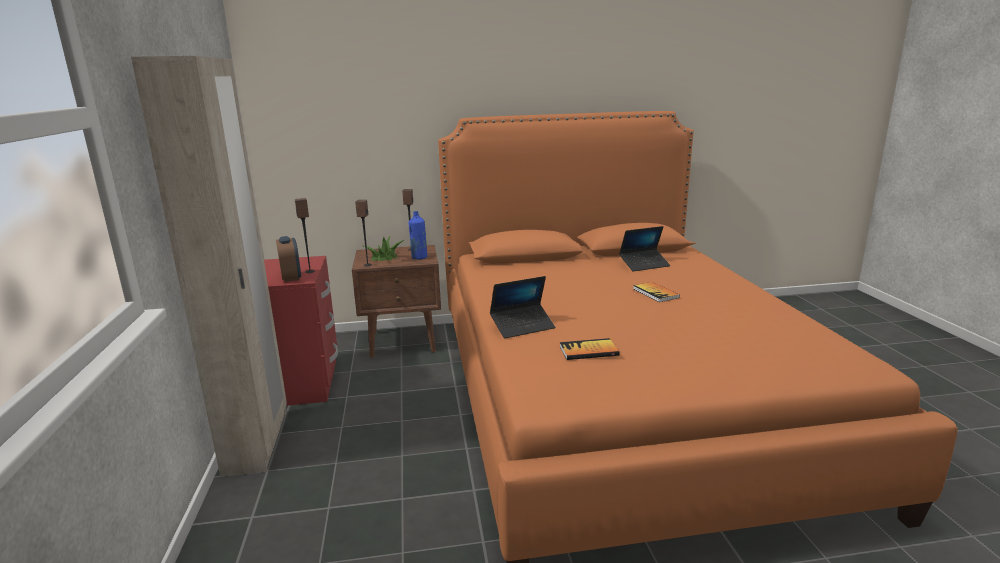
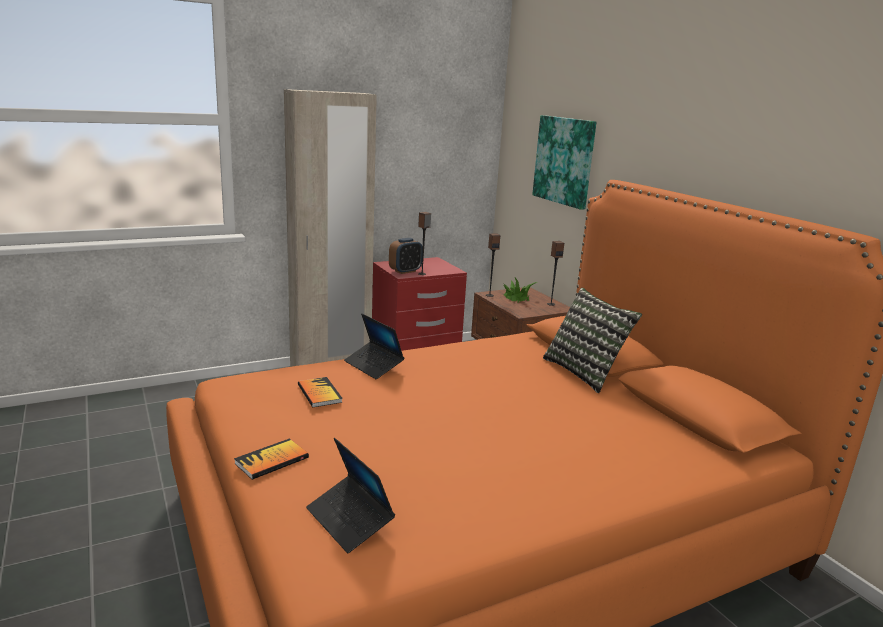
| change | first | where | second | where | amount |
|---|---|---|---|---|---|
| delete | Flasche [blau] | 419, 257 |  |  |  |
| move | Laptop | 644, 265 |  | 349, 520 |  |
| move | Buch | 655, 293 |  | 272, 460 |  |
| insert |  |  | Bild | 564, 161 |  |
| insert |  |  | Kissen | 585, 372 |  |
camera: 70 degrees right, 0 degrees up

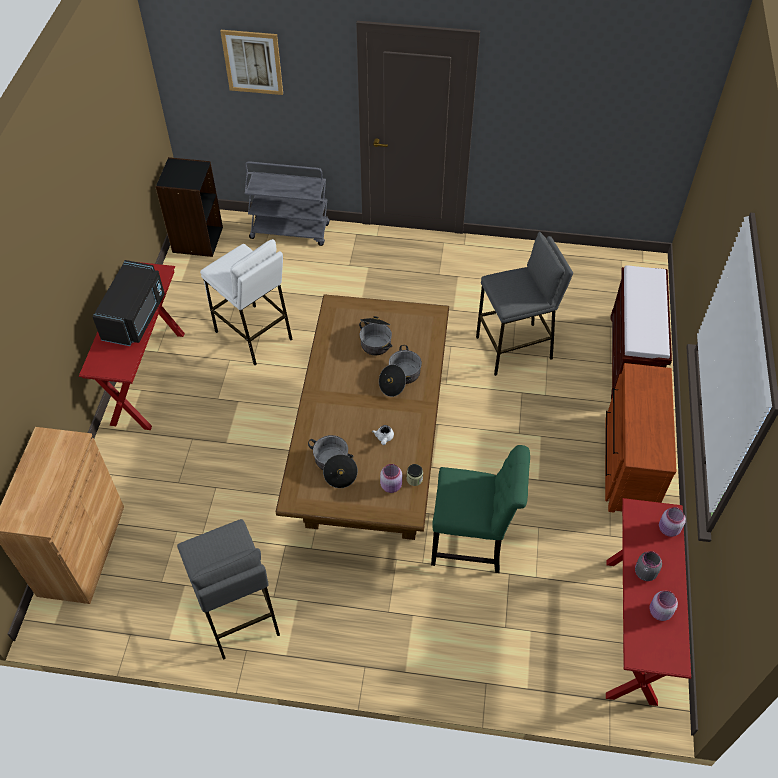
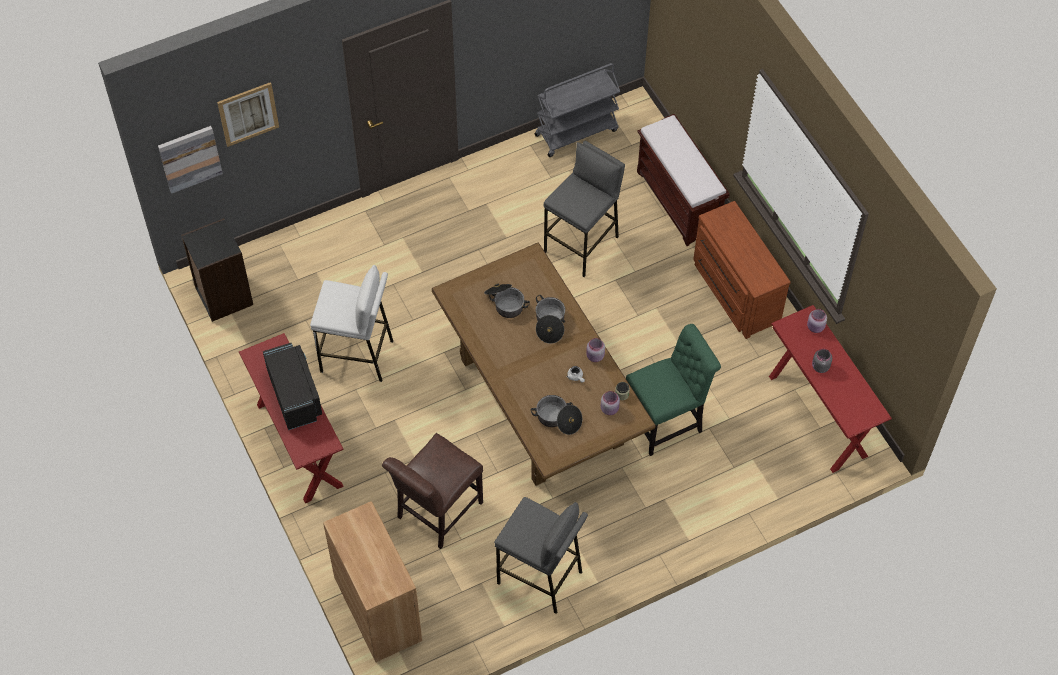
| change | first | where | second | where | amount |
|---|---|---|---|---|---|
| move | Rollwagen [grau] | 290, 231 |  | 576, 132 |  |
| move | Vorratsglas [rosa] | 659, 612 |  | 595, 356 |  |
| insert |  |  | Bild | 190, 158 |  |
| insert |  |  | Stuhl [braun] | 436, 513 |  |
camera: 35 degrees left, 5 degrees up

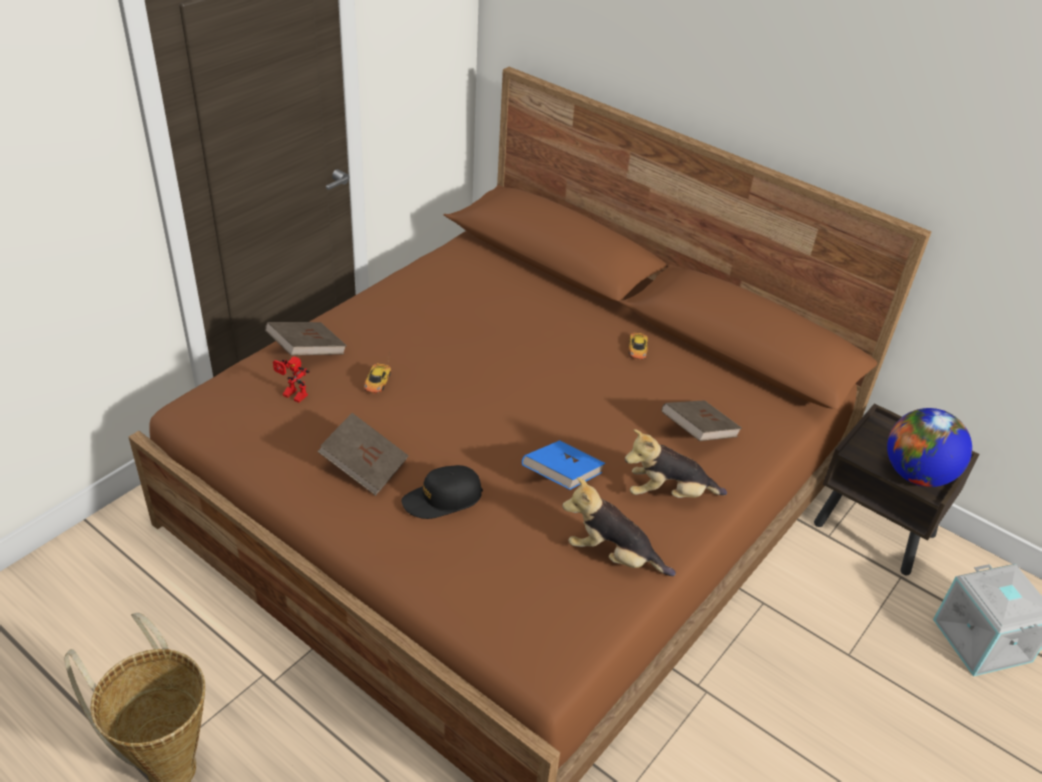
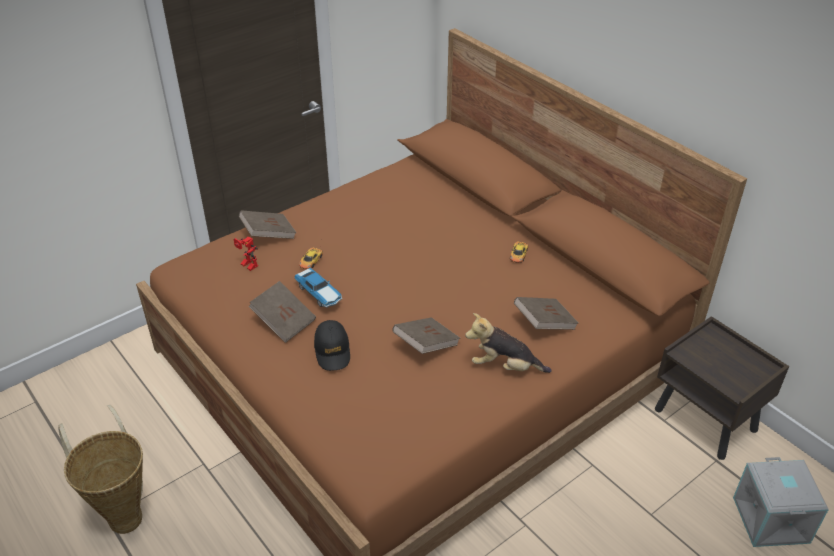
| change | first | where | second | where | amount |
|---|---|---|---|---|---|
| delete | Globus | 916, 475 |  |  |  |
| recolor | Buch [blau] | 561, 477 | Buch [braun] | 426, 345 |  |
| rotate | Kappe [schwarz] | 442, 499 |  | 332, 350 | 90 degrees counterclockwise |
| delete | Plüschtier | 613, 556 |  |  |  |
| insert |  |  | Spielzeugauto | 319, 293 |  |
camera: 15 degrees right, 0 degrees up

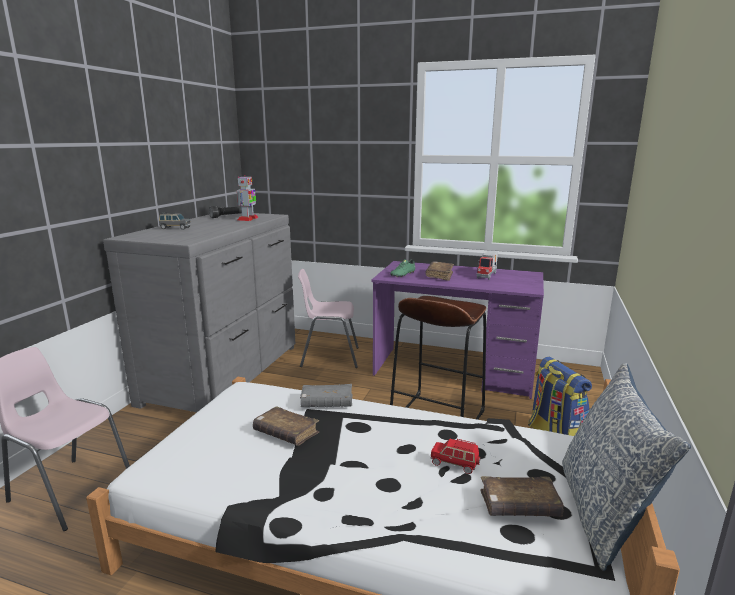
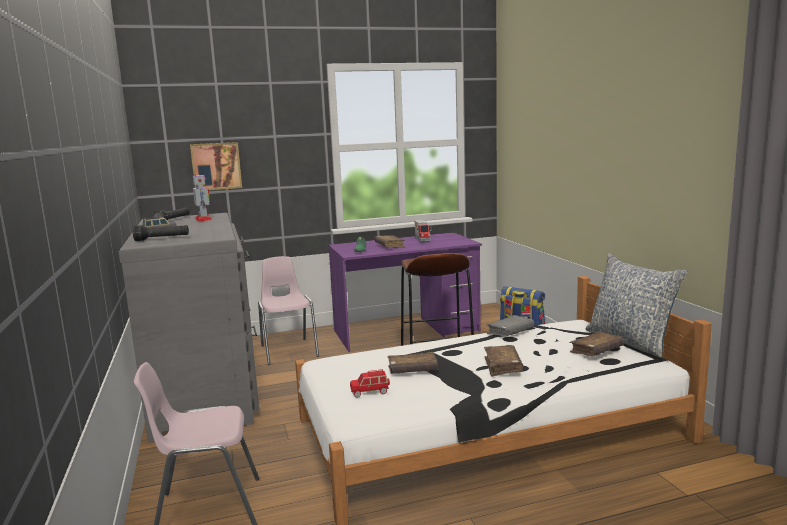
| change | first | where | second | where | amount |
|---|---|---|---|---|---|
| rotate | Stuhl [rosa] | 329, 357 |  | 289, 351 | 105 degrees clockwise |
| move | Buch [grau] | 327, 403 |  | 510, 332 |  |
| move | Spielzeugauto [rot] | 455, 464 |  | 370, 392 |  |
| insert |  |  | Bild | 216, 166 |  |
| insert |  |  | Taschenlampe [schwarz] | 162, 239 |  |
| insert |  |  | Buch [braun] | 502, 366 |  |
camera: 35 degrees left, 5 degrees down

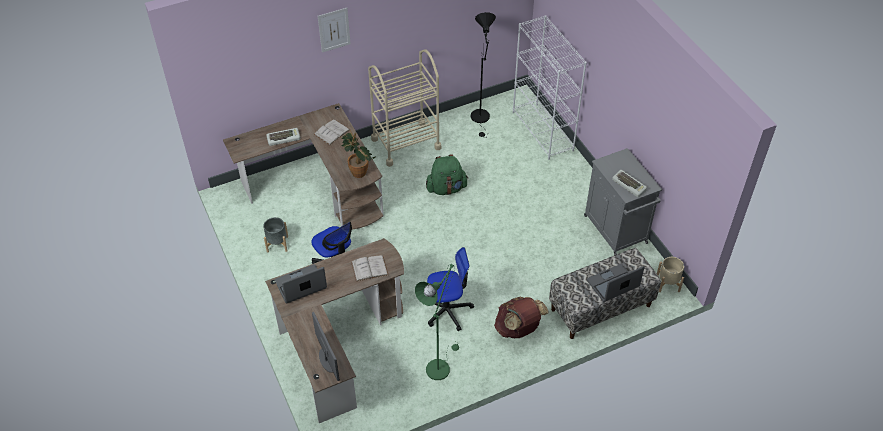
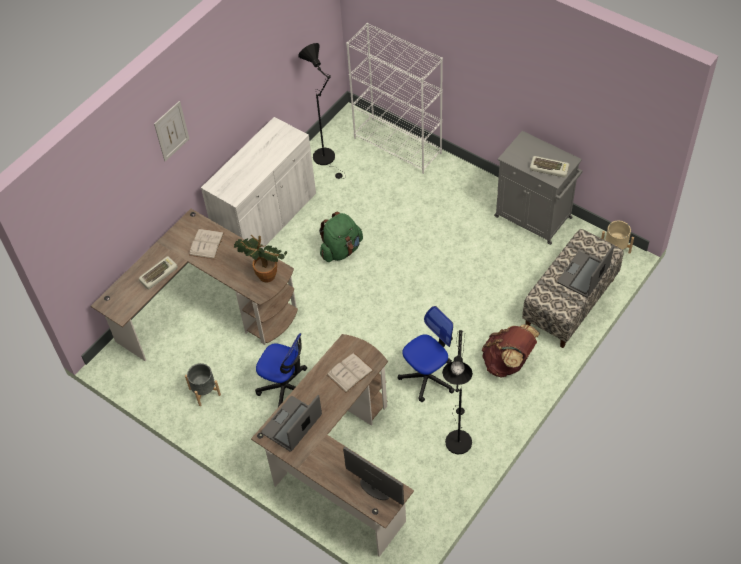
| change | first | where | second | where | amount |
|---|---|---|---|---|---|
| replace | Rollwagen [beige] | 406, 143 | Schrank [weiß] | 266, 220 |  |
| recolor | Stehlampe [grün] | 439, 366 | Stehlampe [schwarz] | 457, 437 |  |
camera: 25 degrees left, 5 degrees up

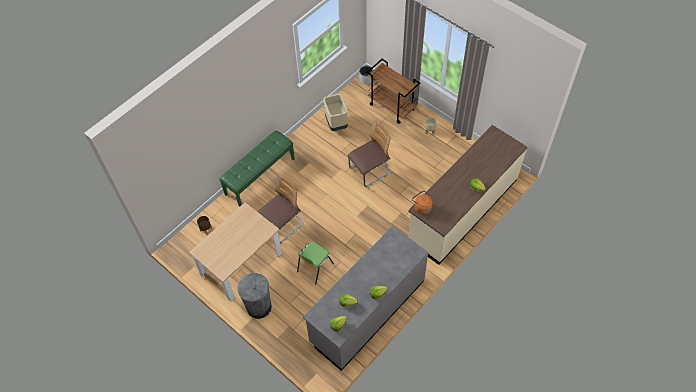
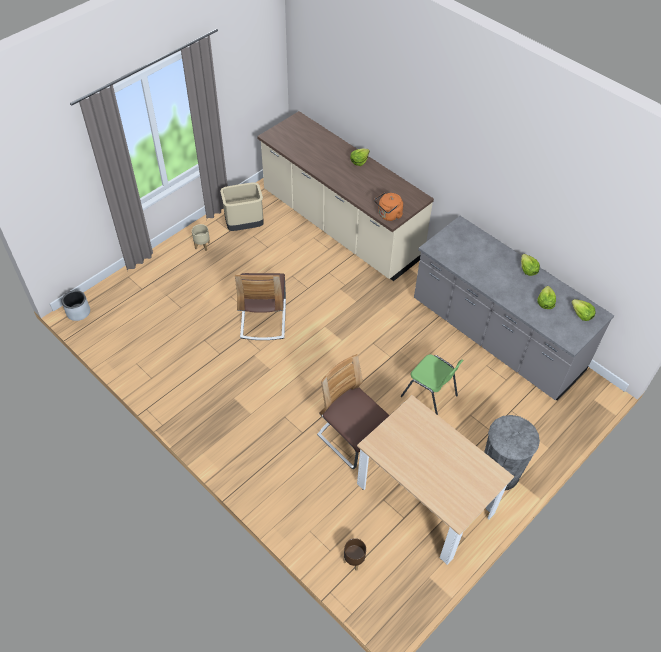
| change | first | where | second | where | amount |
|---|---|---|---|---|---|
| delete | Rollwagen [braun] | 392, 107 |  |  |  |
| move | Mülleimer [beige] | 336, 124 |  | 244, 226 |  |
| rotate | Stuhl | 370, 171 |  | 263, 319 | 150 degrees counterclockwise |
| delete | Bank [grün] | 259, 176 |  |  |  |
camera: 90 degrees left, 5 degrees down

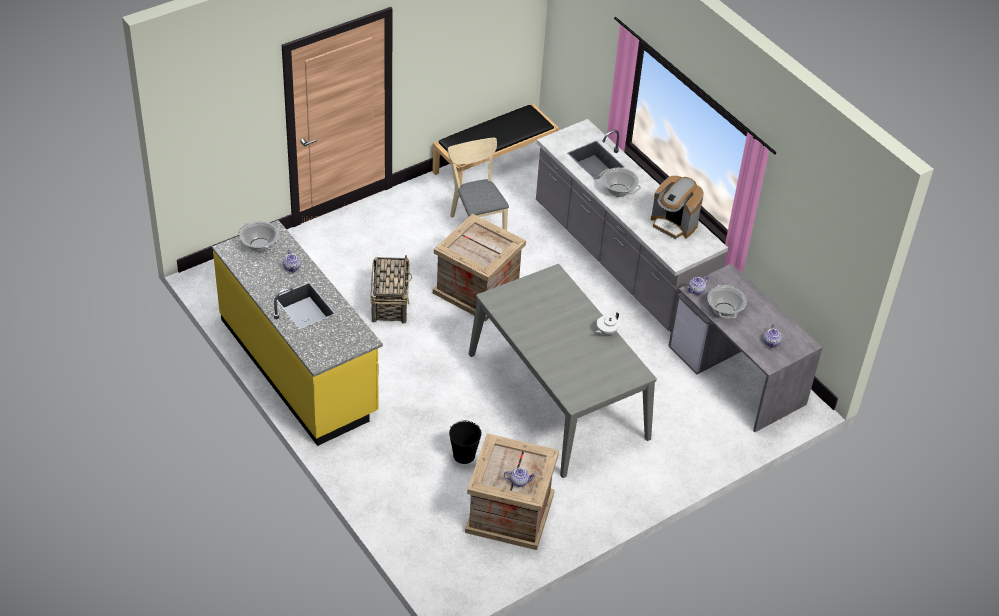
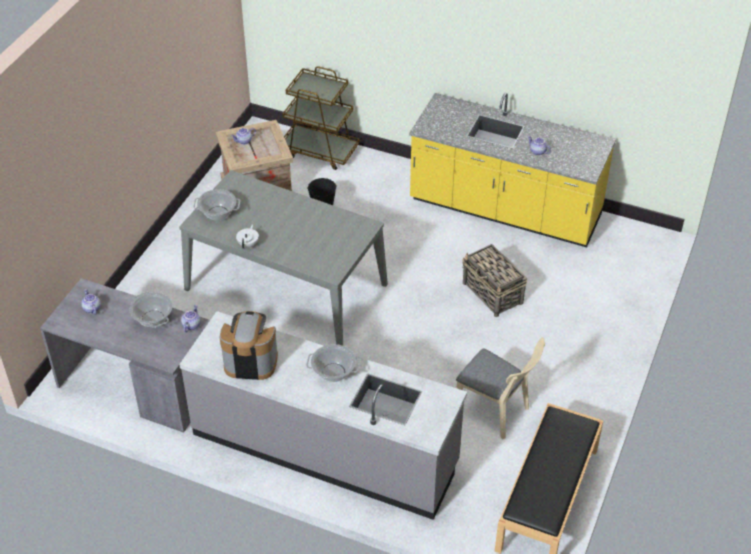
| change | first | where | second | where | amount |
|---|---|---|---|---|---|
| delete | Kiste | 477, 289 |  |  |  |
| move | Kochtopf | 259, 245 |  | 218, 213 |  |
| insert |  |  | Rollwagen [braun] | 320, 151 |  |
camera: 150 degrees right, 0 degrees up

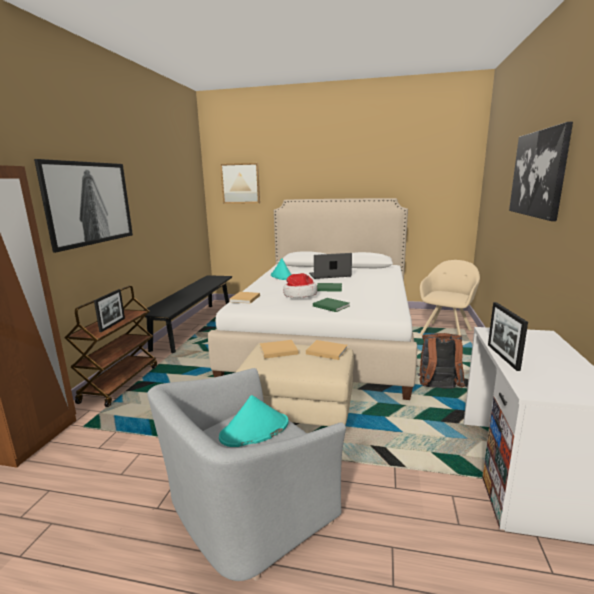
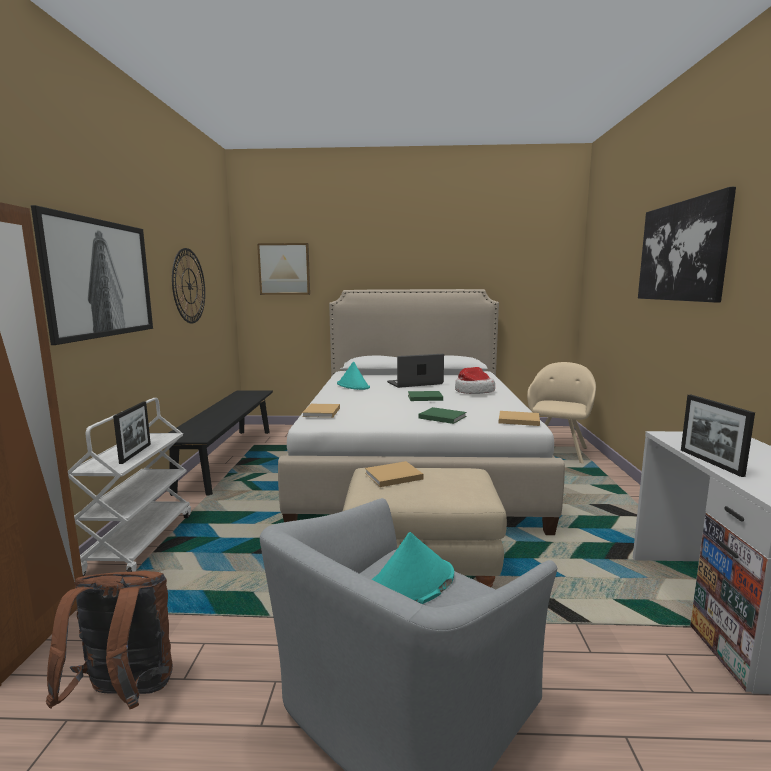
| change | first | where | second | where | amount |
|---|---|---|---|---|---|
| move | Hut | 299, 294 |  | 473, 392 |  |
| recolor | Rollwagen [braun] | 120, 383 | Rollwagen [weiß] | 140, 542 |  |
| move | Rucksack [braun] | 438, 389 |  | 125, 696 |  |
| move | Buch [beige] | 325, 351 |  | 517, 420 |  |
| insert |  |  | Wanduhr | 189, 286 |  |
camera: 10 degrees left, 5 degrees down

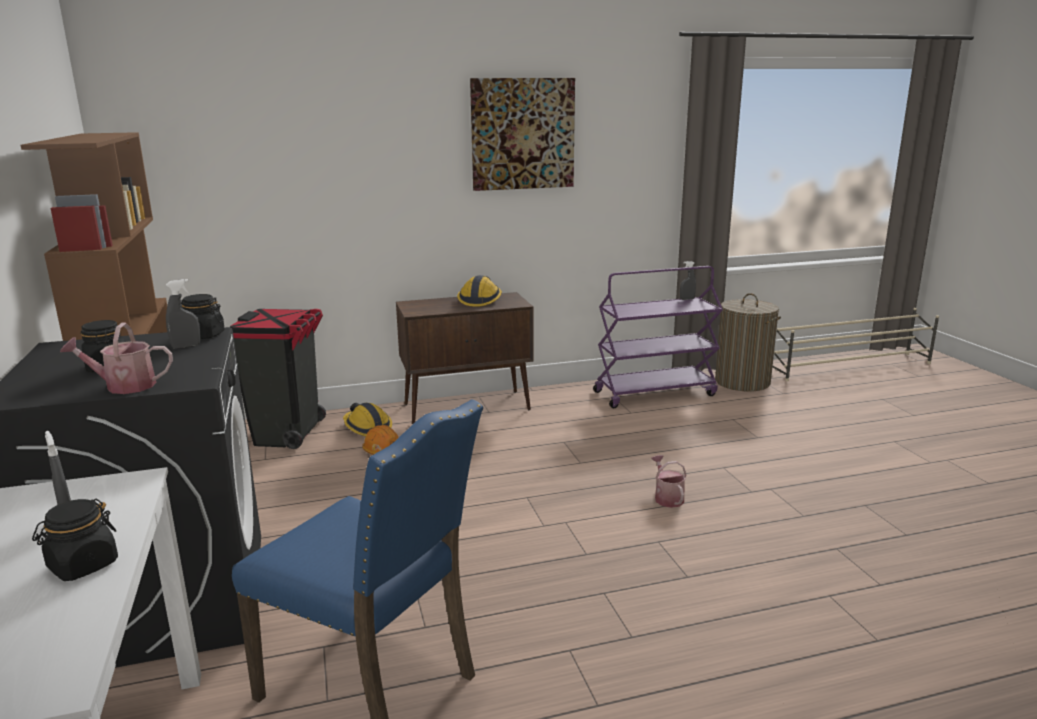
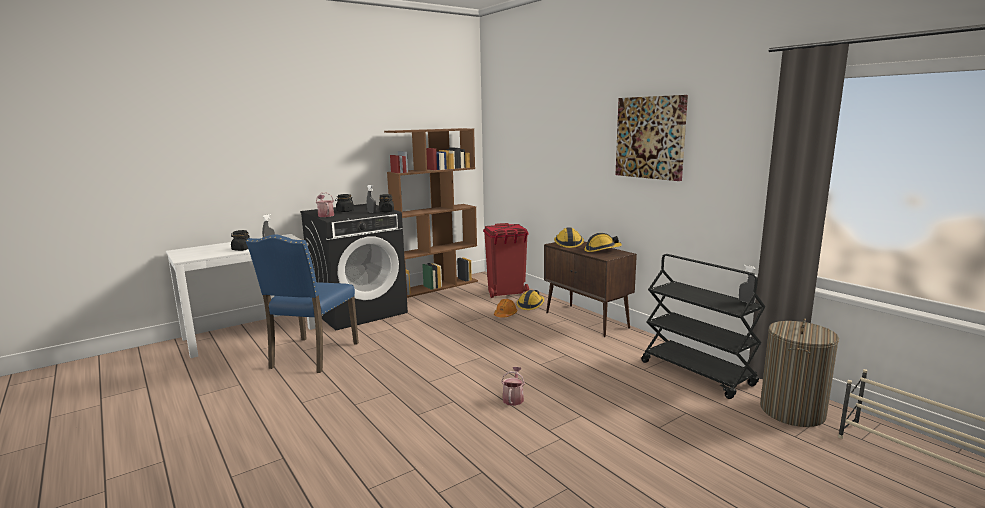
| change | first | where | second | where | amount |
|---|---|---|---|---|---|
| recolor | Rollwagen [lila] | 655, 393 | Rollwagen [schwarz] | 697, 374 |  |
| recolor | Mülleimer [schwarz] | 288, 434 | Mülleimer [rot] | 506, 293 |  |
| rotate | Gießkanne | 667, 497 |  | 513, 398 | 45 degrees counterclockwise |
| insert |  |  | Schutzhelm | 568, 243 |  |
camera: 70 degrees right, 5 degrees down

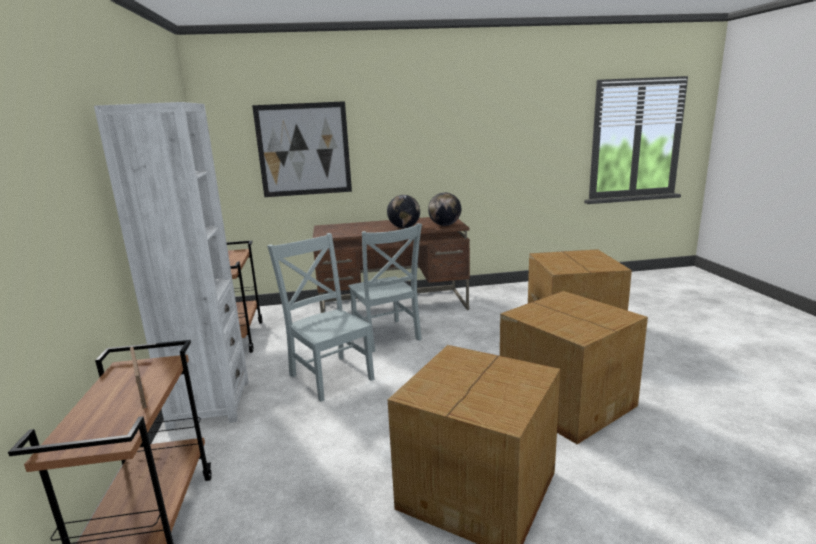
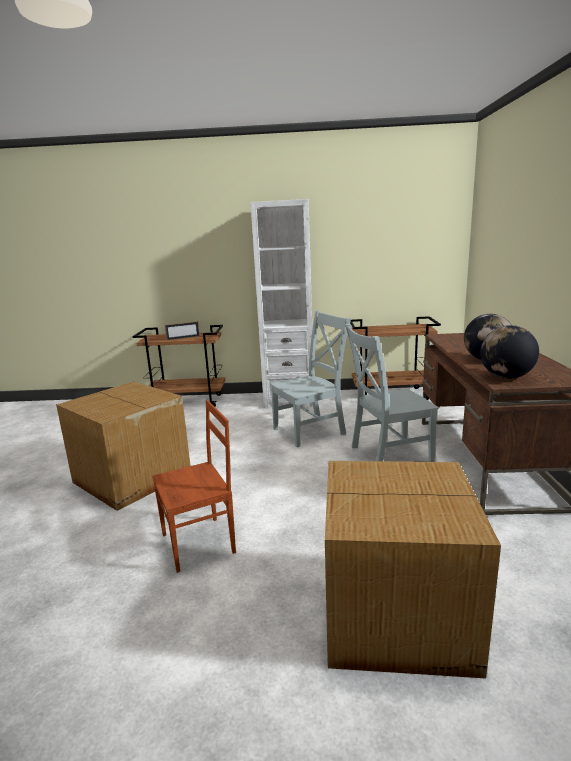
| change | first | where | second | where | amount |
|---|---|---|---|---|---|
| delete | Bild | 304, 150 |  |  |  |
| replace | Karton | 566, 401 | Stuhl [braun] | 199, 543 |  |
camera: 100 degrees right, 0 degrees up

